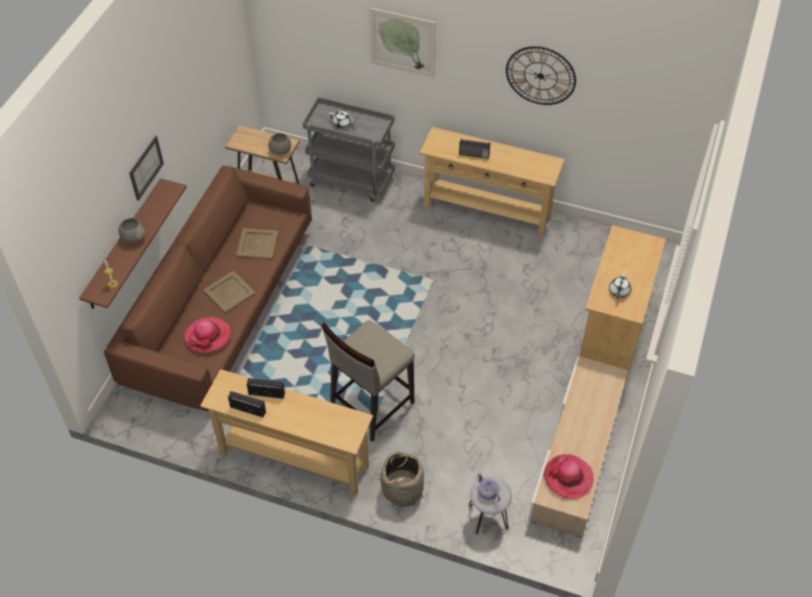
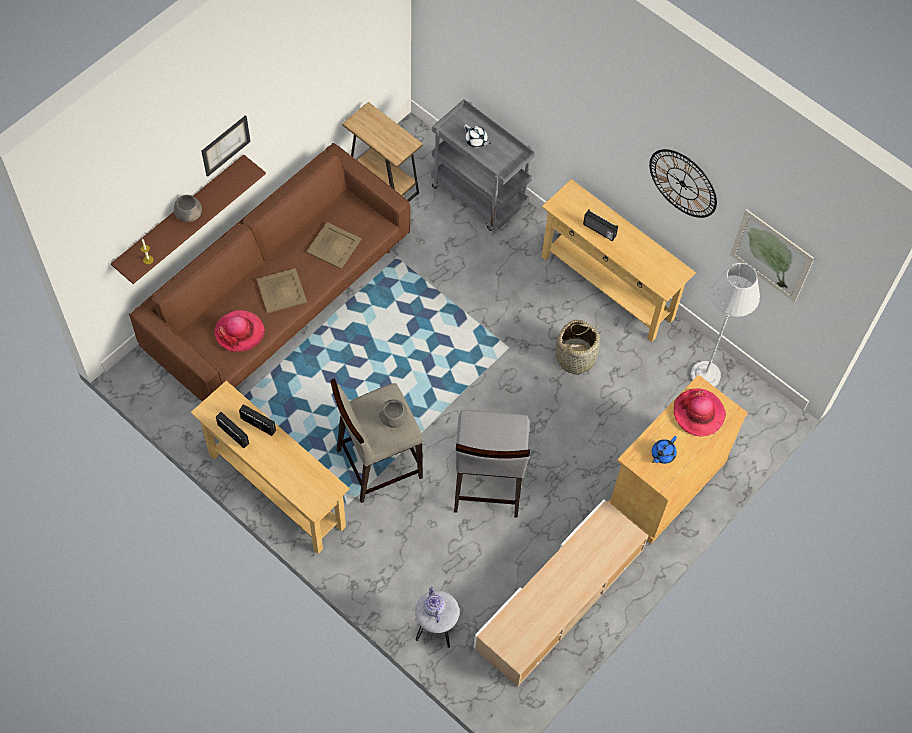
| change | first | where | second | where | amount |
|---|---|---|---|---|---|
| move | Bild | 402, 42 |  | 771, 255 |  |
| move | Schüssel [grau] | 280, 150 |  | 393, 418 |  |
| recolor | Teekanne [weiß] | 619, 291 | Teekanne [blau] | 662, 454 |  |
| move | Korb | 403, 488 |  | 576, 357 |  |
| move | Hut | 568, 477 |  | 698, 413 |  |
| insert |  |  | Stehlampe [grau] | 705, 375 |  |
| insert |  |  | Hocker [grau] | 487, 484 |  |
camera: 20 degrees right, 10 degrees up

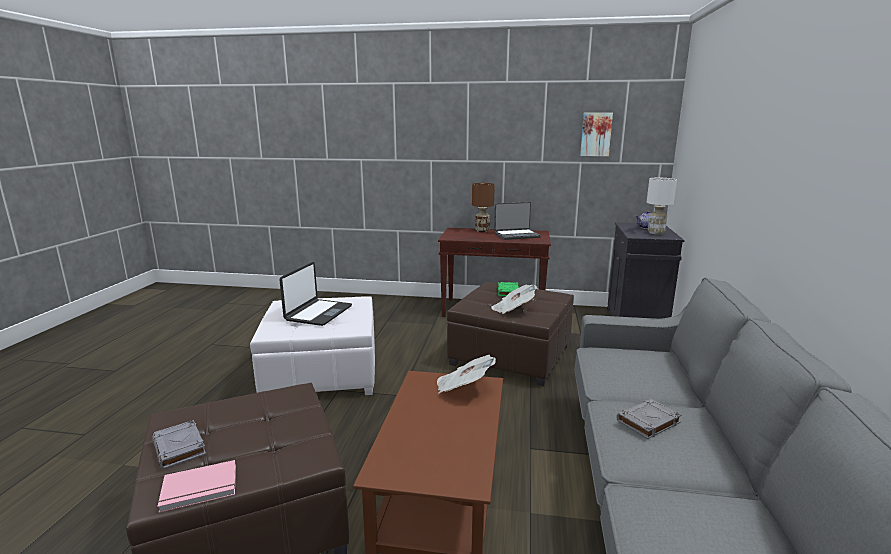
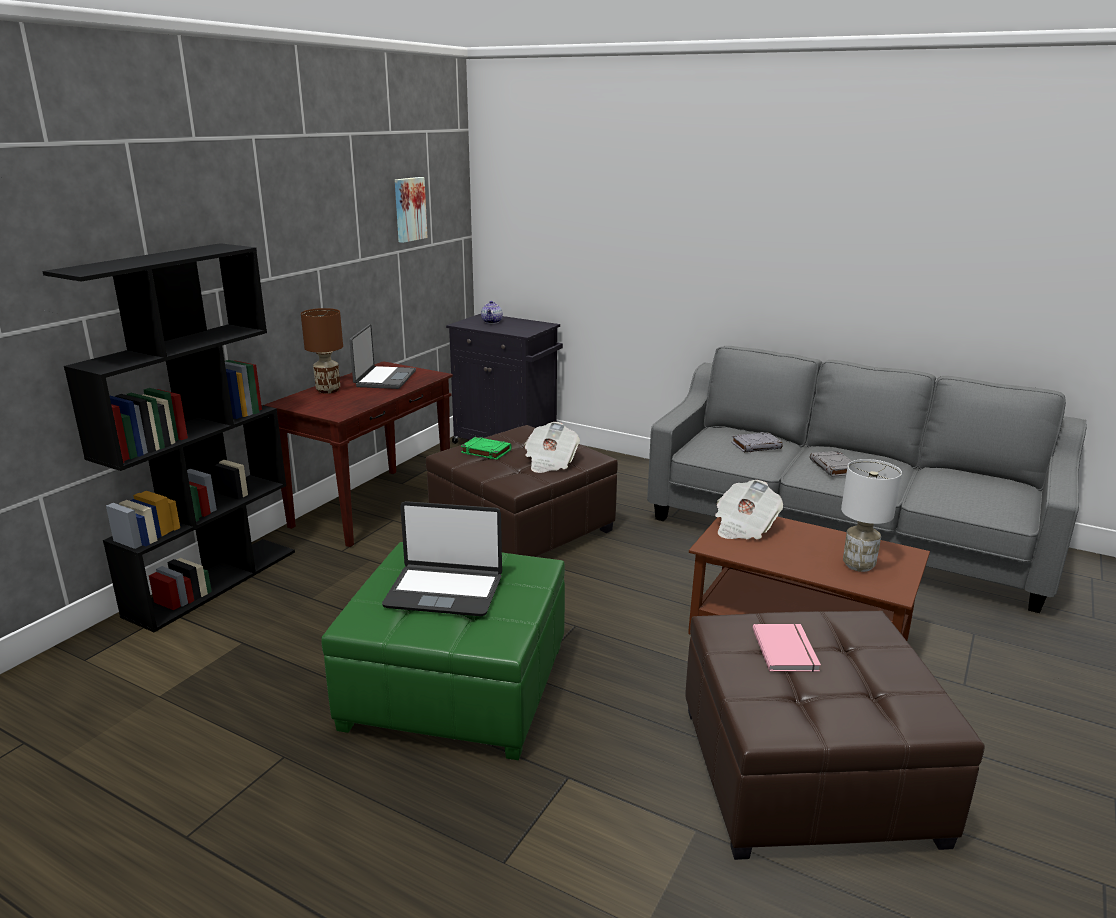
| change | first | where | second | where | amount |
|---|---|---|---|---|---|
| move | Tischlampe [weiß] | 656, 233 |  | 859, 565 |  |
| rotate | Laptop | 318, 313 |  | 444, 591 | 150 degrees clockwise |
| recolor | Polsterhocker [weiß] | 323, 372 | Polsterhocker [grün] | 455, 685 |  |
| move | Buch [grau] | 180, 448 |  | 756, 445 |  |
| move | Buch [rosa] | 200, 489 |  | 787, 650 |  |
| insert |  |  | Bücherregal [schwarz] | 213, 582 |  |
camera: 70 degrees left, 5 degrees up

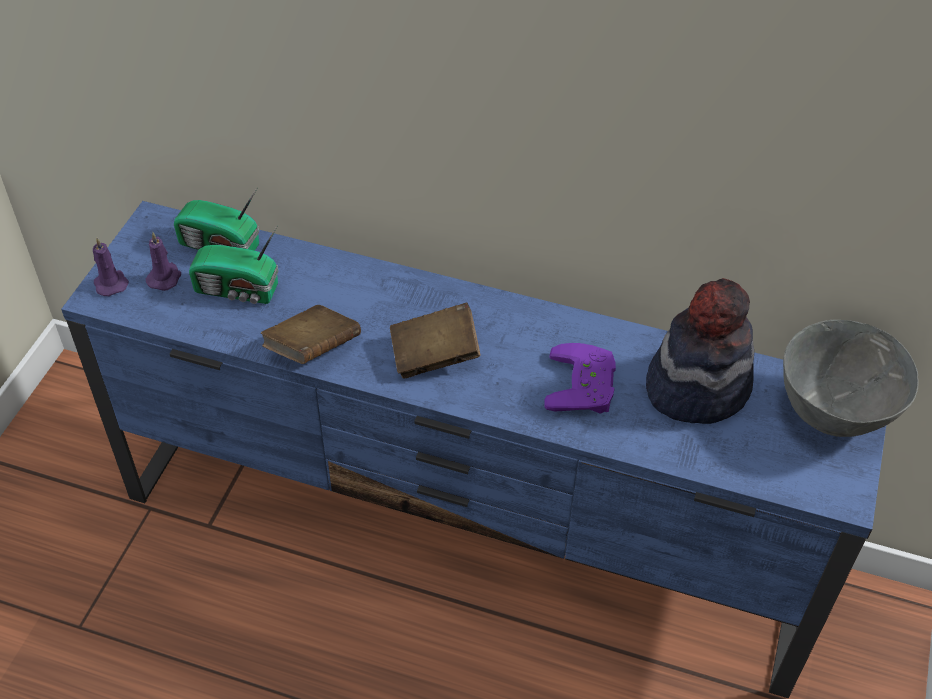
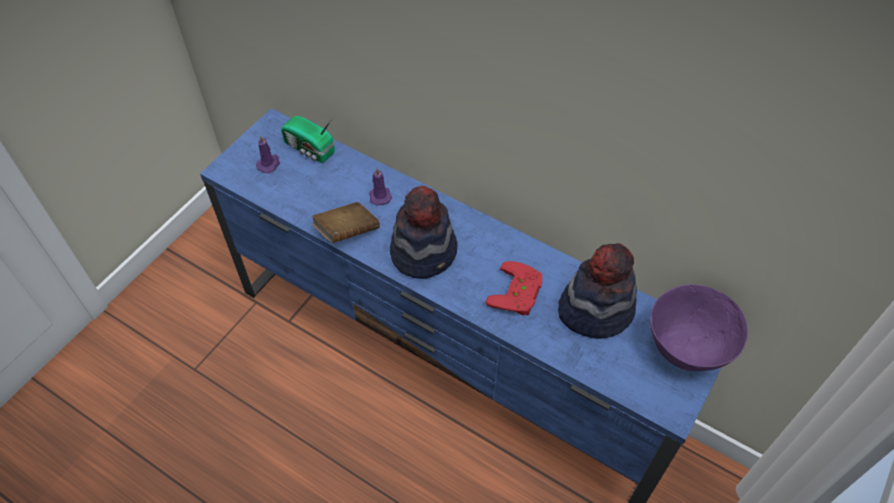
| change | first | where | second | where | amount |
|---|---|---|---|---|---|
| delete | Radio | 238, 290 |  |  |  |
| move | Kerze [lila] | 110, 283 |  | 380, 195 |  |
| replace | Buch [braun] | 434, 355 | Hut | 424, 251 |  |
| recolor | Schüssel [grau] | 832, 412 | Schüssel [lila] | 685, 348 |  |
| recolor | Gamepad [lila] | 586, 386 | Gamepad [rot] | 519, 293 |  |
camera: 15 degrees right, 5 degrees up

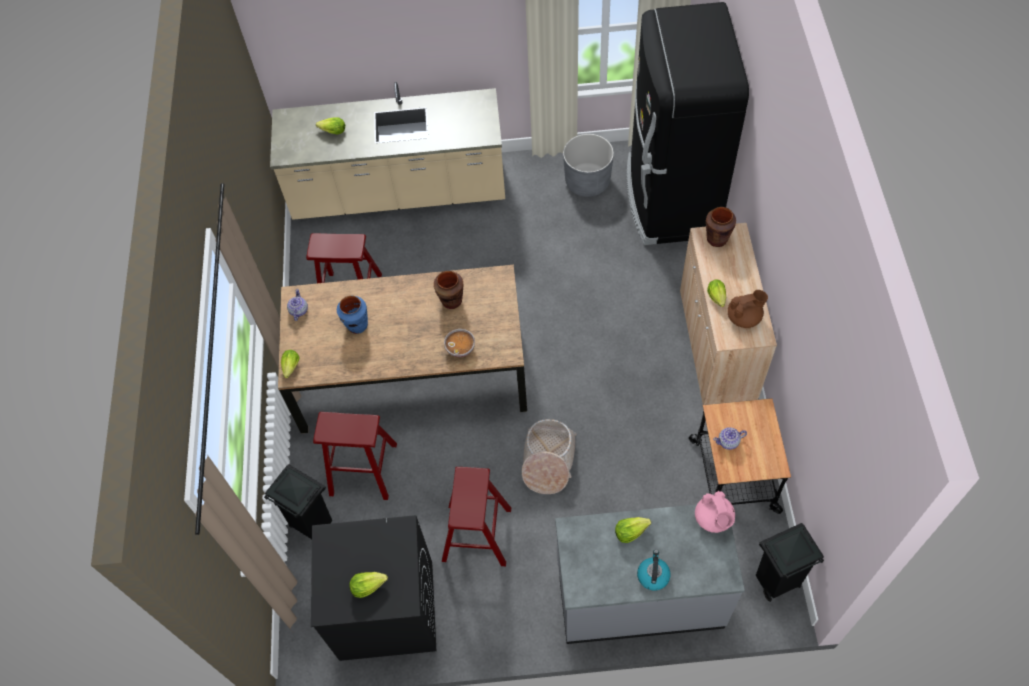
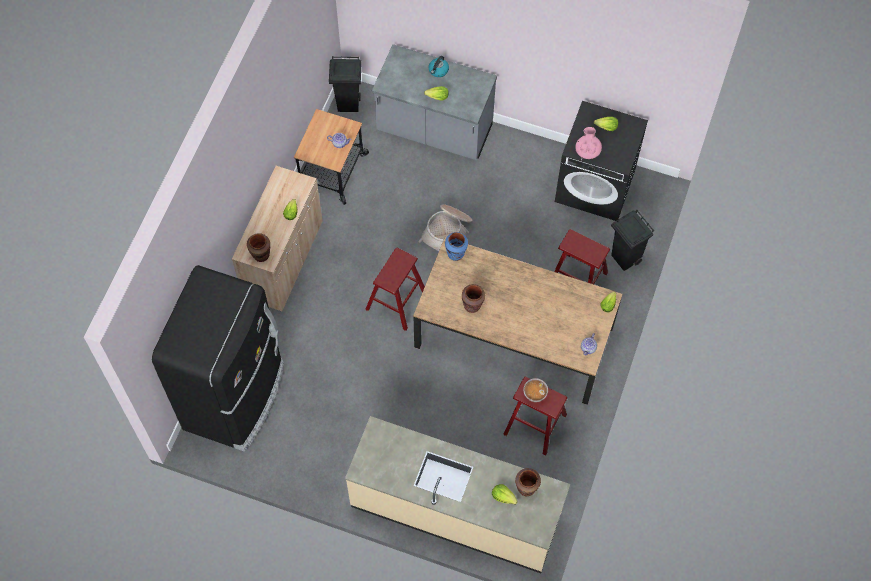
| change | first | where | second | where | amount |
|---|---|---|---|---|---|
| delete | Pflanzkübel [grau] | 587, 182 |  |  |  |
| delete | Teekanne [braun] | 744, 317 |  |  |  |
| move | Vase [blau] | 357, 325 |  | 456, 254 |  |
| move | Schüssel | 460, 348 |  | 534, 393 |  |
| move | Hocker [rot] | 476, 534 |  | 397, 302 |  |
| move | Teekanne [rosa] | 713, 519 |  | 587, 151 |  |
| insert |  |  | Vase [braun] | 526, 488 |  |
camera: 160 degrees left, 5 degrees up

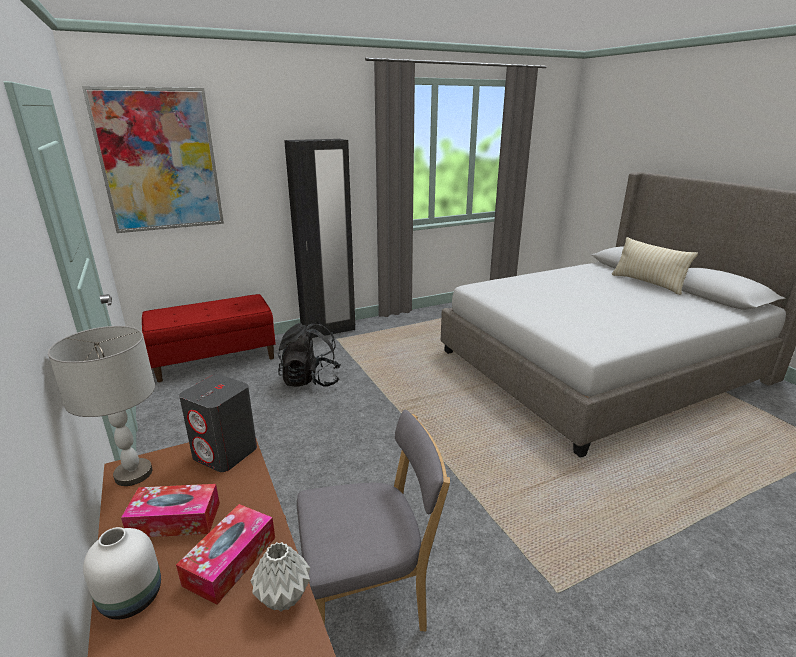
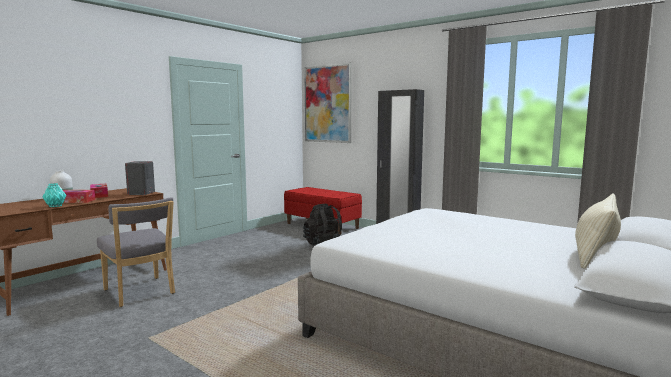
| change | first | where | second | where | amount |
|---|---|---|---|---|---|
| delete | Tischlampe [grau] | 133, 474 |  |  |  |
| recolor | Vase [grau] | 282, 597 | Vase [türkis] | 55, 206 |  |
camera: 65 degrees right, 15 degrees down

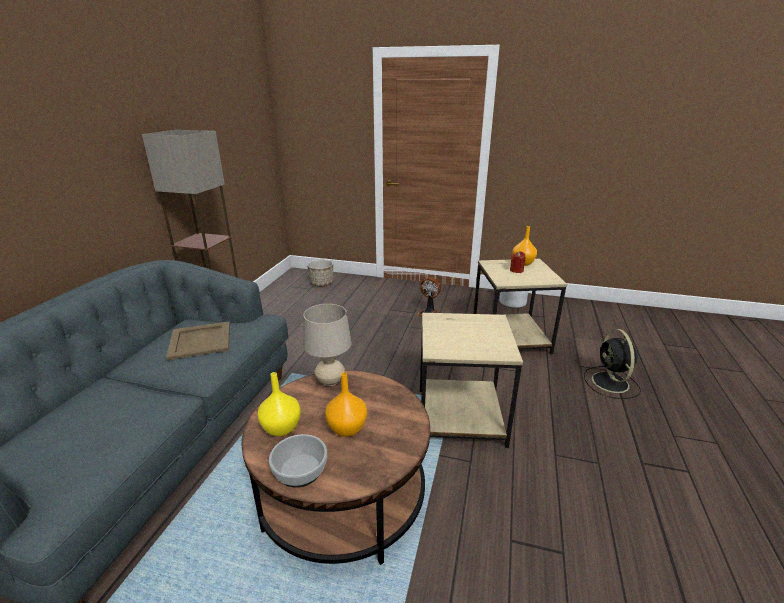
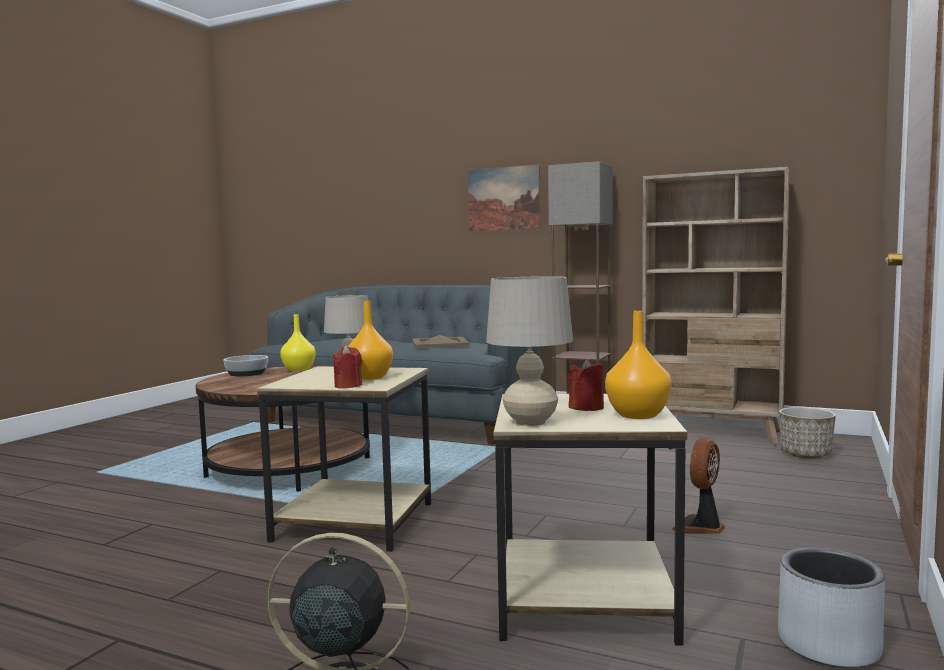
| change | first | where | second | where | amount |
|---|---|---|---|---|---|
| move | Vase [orange] | 347, 429 |  | 369, 377 |  |
| insert |  |  | Bild | 503, 198 |  |
| insert |  |  | Bücherregal [beige] | 712, 432 |  |
| insert |  |  | Tischlampe [beige] | 530, 422 |  |
| insert |  |  | Kerze [rot] | 348, 386 |  |
camera: 100 degrees right, 20 degrees down

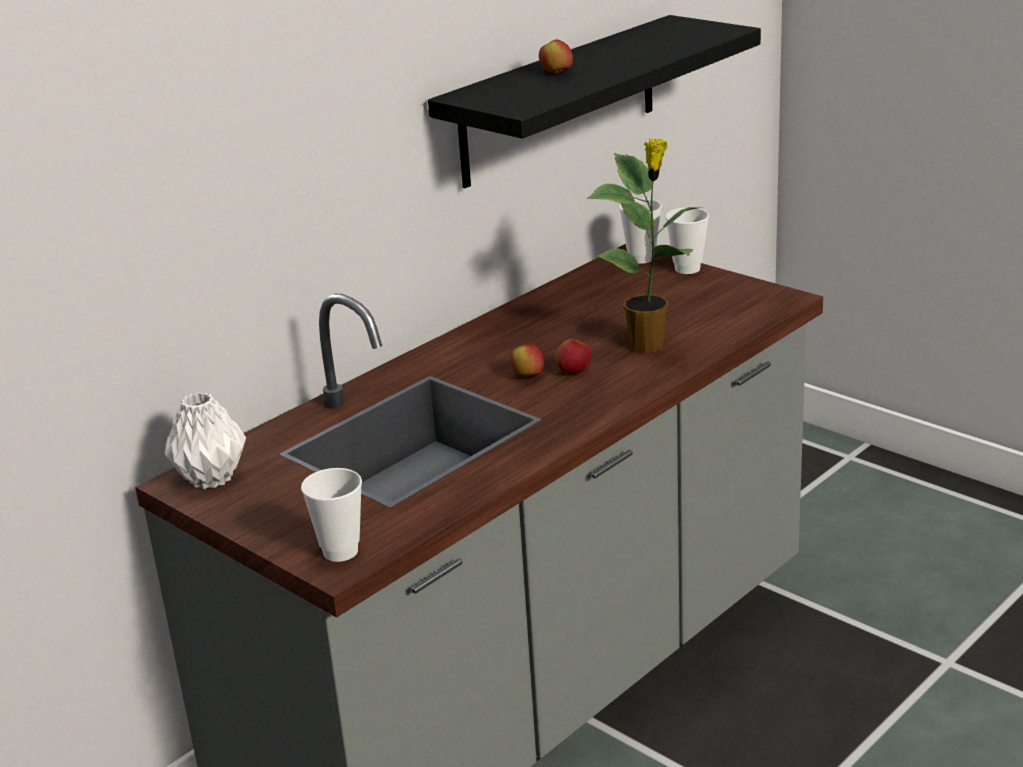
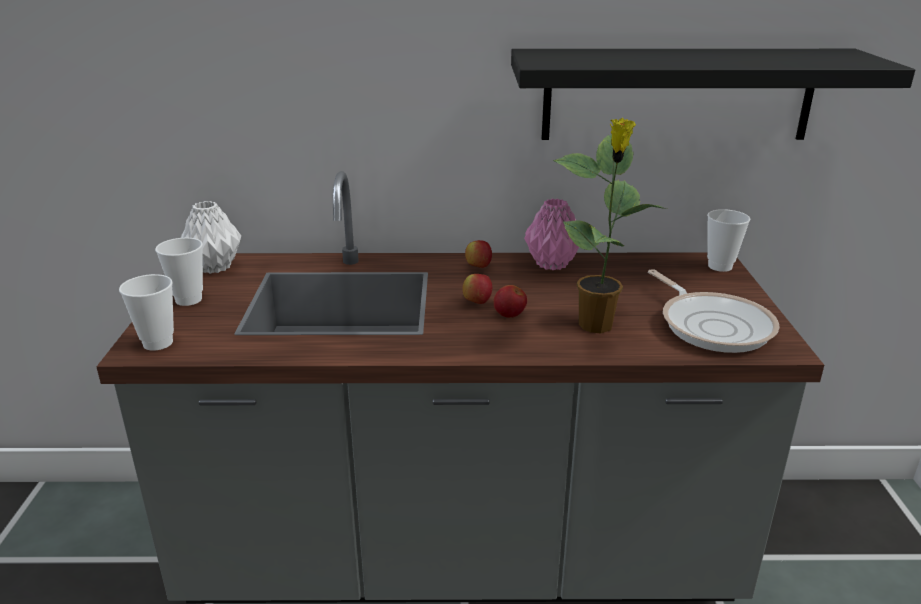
| change | first | where | second | where | amount |
|---|---|---|---|---|---|
| move | Apfel | 556, 73 |  | 478, 267 |  |
| move | Tasse | 687, 269 |  | 188, 300 |  |
| insert |  |  | Vase [rosa] | 550, 264 |  |
| insert |  |  | Pfanne | 713, 325 |  |
camera: 45 degrees right, 0 degrees up

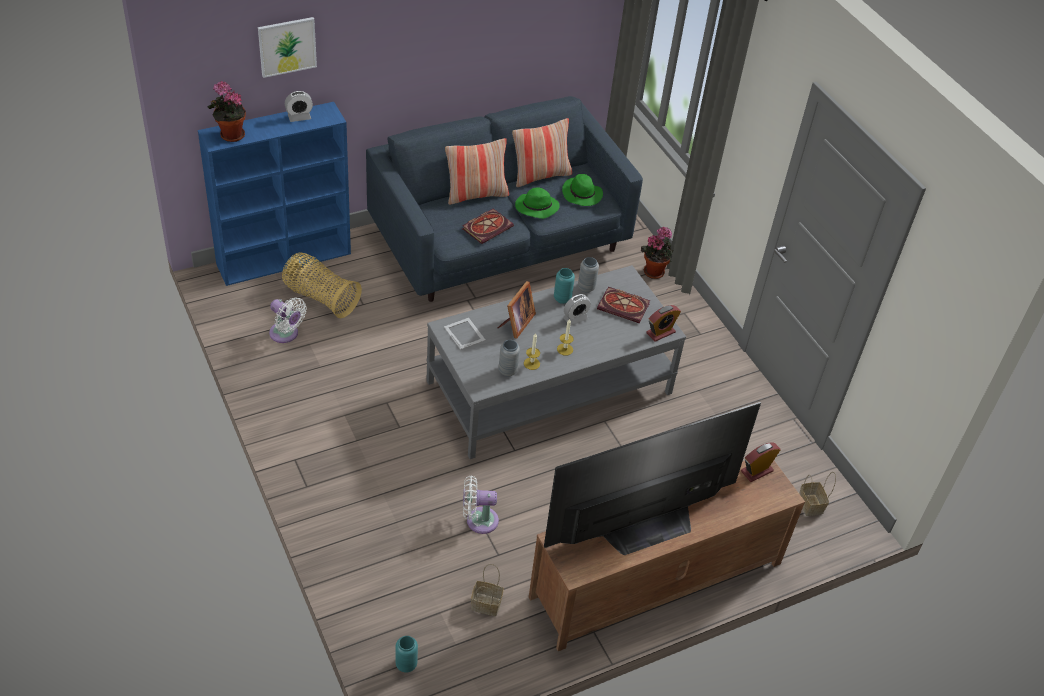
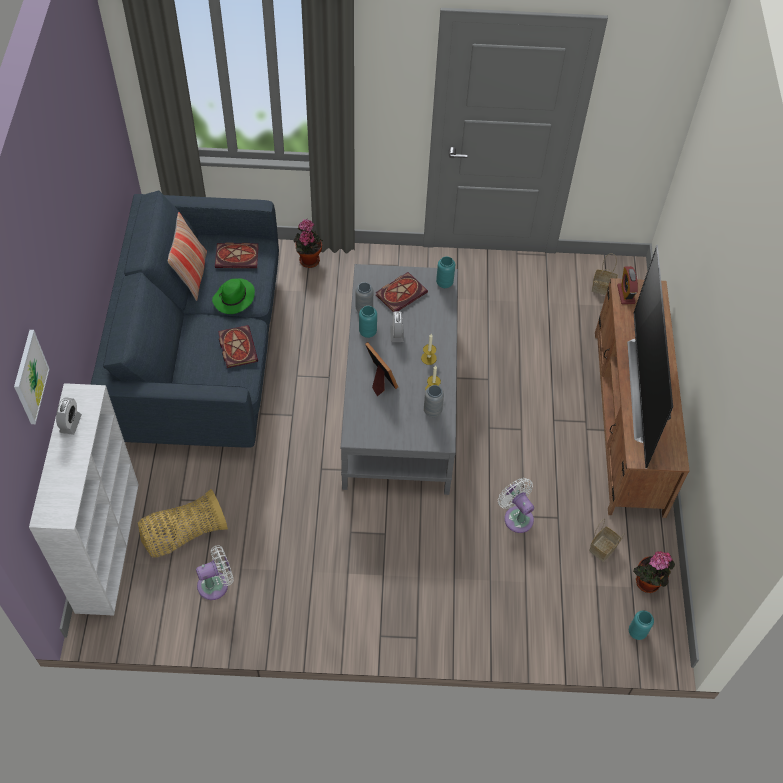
| change | first | where | second | where | amount |
|---|---|---|---|---|---|
| move | Topfpflanze | 230, 135 |  | 647, 584 |  |
| recolor | Bücherregal [blau] | 285, 258 | Bücherregal [weiß] | 107, 545 |  |
| delete | Kissen | 476, 194 |  |  |  |
| replace | Hut [grün] | 582, 194 | Buch | 238, 256 |  |
| replace | Wecker | 660, 332 | Vase [türkis] | 444, 283 |  |
| delete | Bilderrahmen | 464, 333 |  |  |  |
| rotate | Ventilator [weiß] | 478, 520 |  | 516, 516 | 120 degrees clockwise |
camera: 60 degrees left, 10 degrees up

